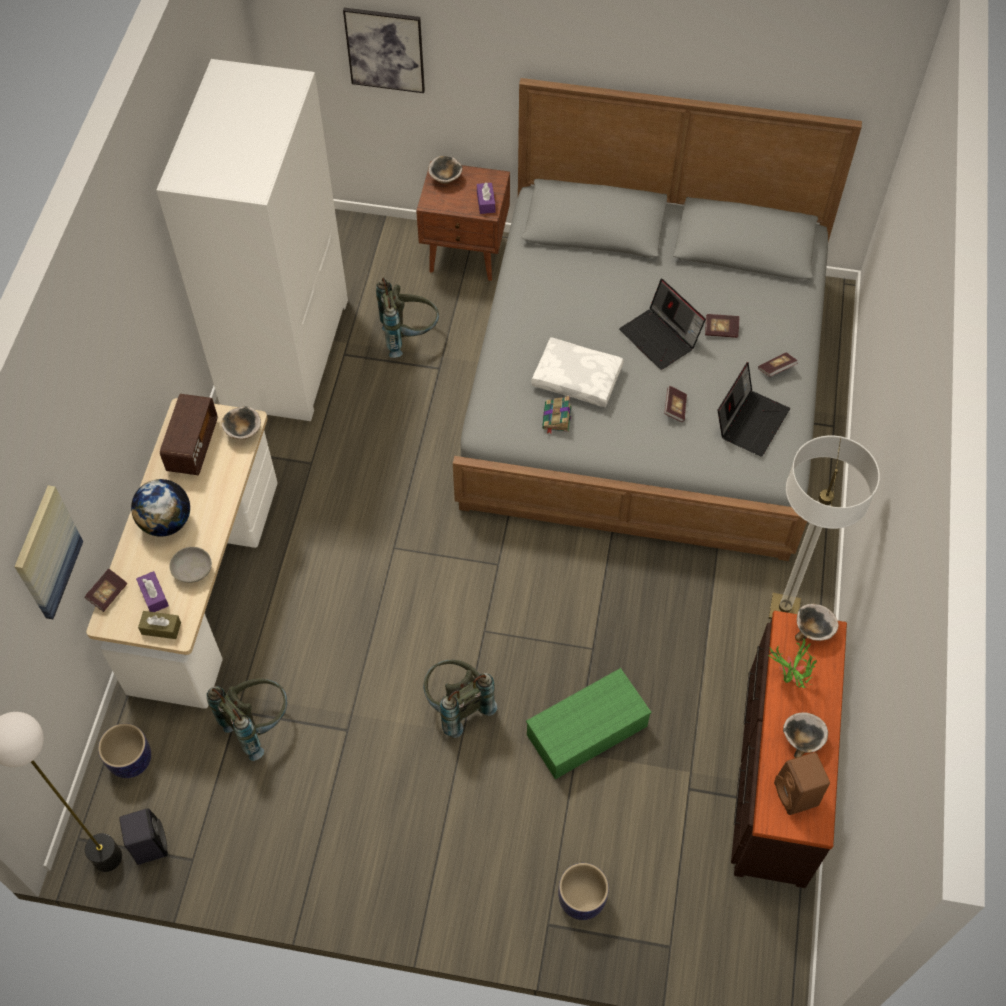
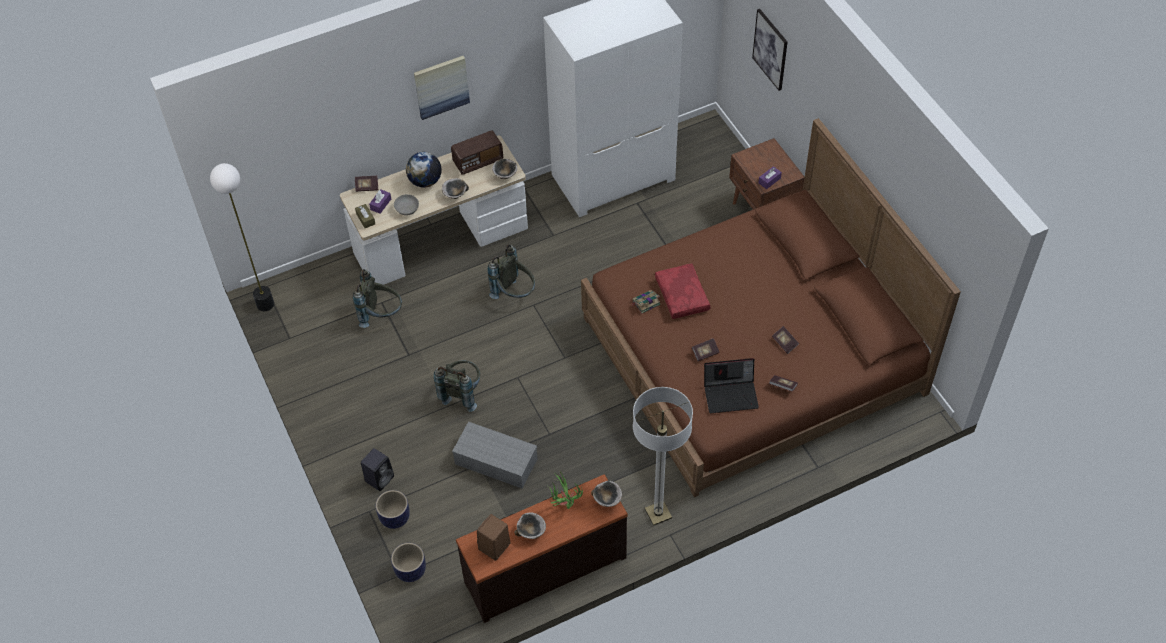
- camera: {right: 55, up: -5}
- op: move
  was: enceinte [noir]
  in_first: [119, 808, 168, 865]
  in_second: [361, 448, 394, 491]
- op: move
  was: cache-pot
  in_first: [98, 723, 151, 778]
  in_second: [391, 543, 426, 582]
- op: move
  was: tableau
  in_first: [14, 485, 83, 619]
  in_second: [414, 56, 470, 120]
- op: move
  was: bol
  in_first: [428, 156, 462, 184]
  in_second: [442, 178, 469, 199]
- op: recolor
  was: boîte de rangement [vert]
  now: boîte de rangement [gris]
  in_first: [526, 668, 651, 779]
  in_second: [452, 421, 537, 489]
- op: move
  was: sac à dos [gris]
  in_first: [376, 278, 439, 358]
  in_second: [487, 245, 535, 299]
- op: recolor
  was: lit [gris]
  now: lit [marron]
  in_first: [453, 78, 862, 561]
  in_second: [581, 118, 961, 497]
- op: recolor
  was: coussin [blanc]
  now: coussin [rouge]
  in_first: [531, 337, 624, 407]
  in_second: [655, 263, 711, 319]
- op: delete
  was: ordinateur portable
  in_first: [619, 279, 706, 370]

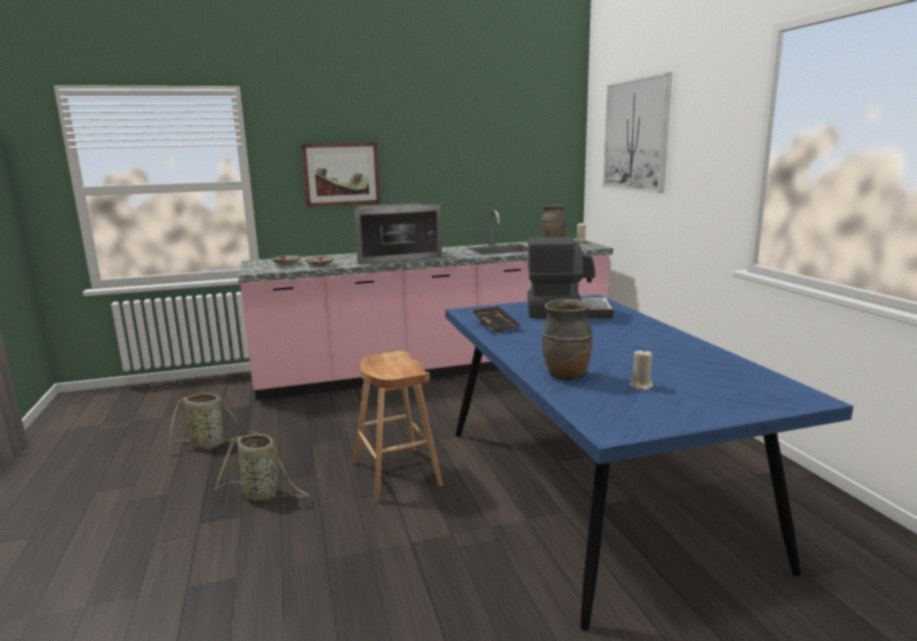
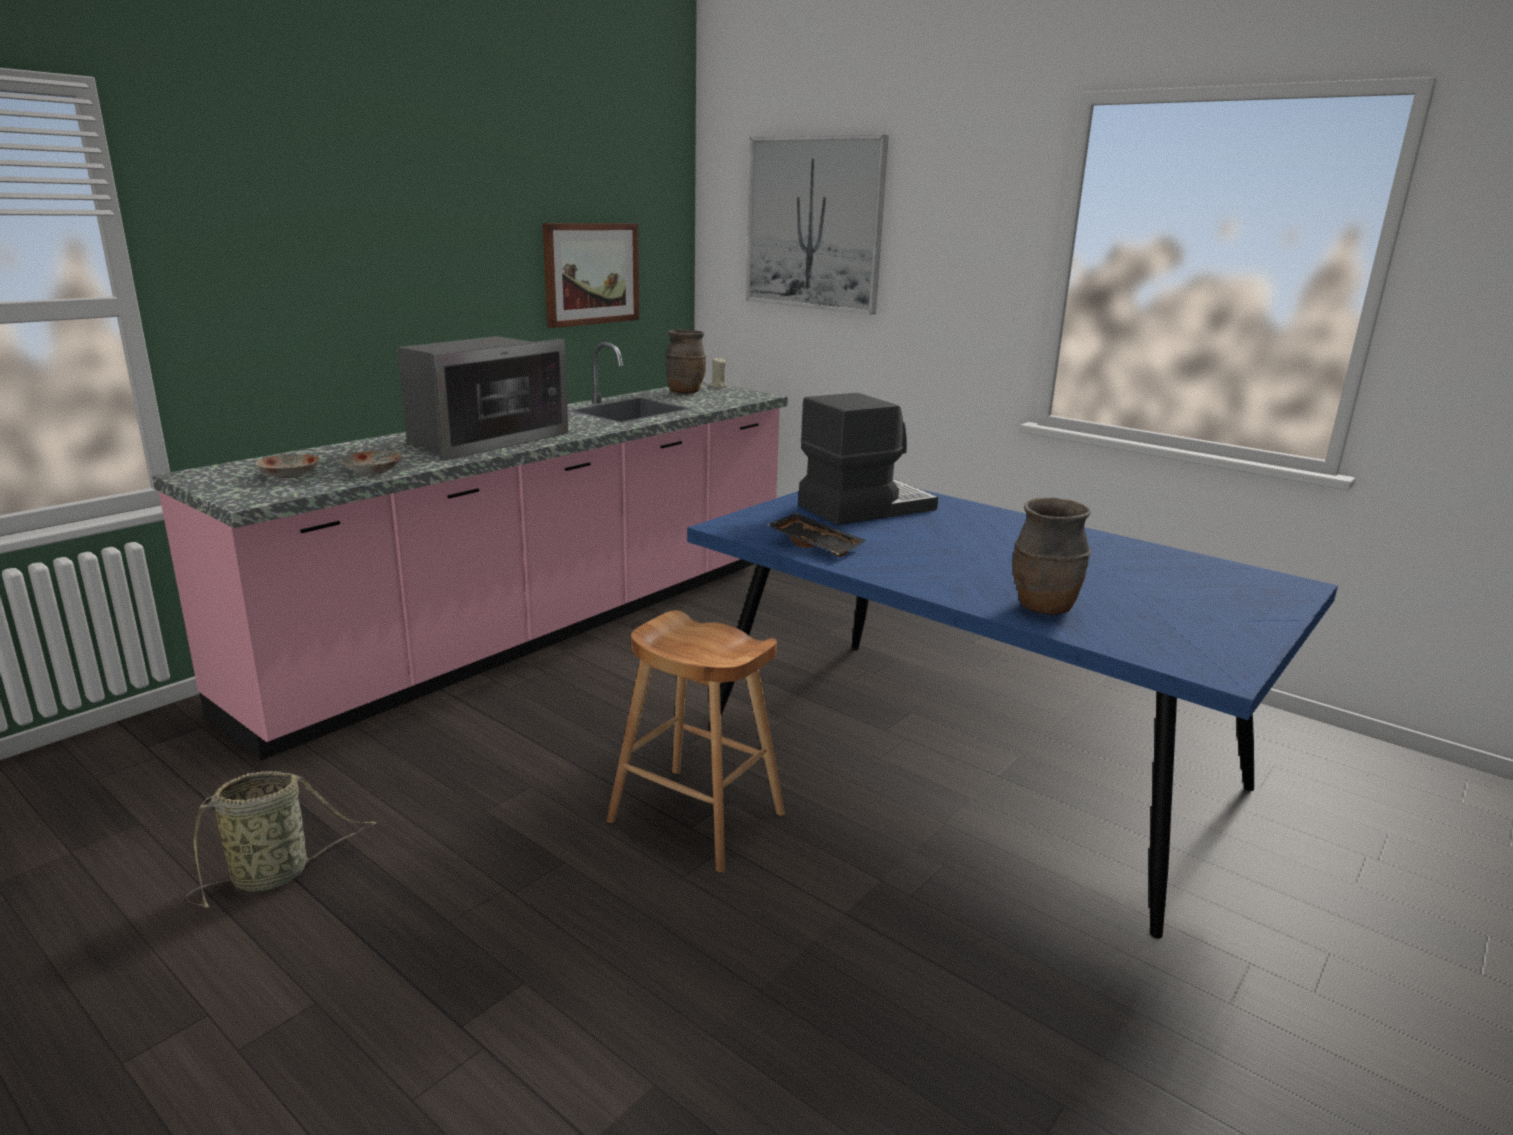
- camera: {right: -35, up: 5}
- op: move
  was: tableau
  in_first: [301, 142, 381, 207]
  in_second: [543, 223, 639, 328]
- op: delete
  was: panier
  in_first: [215, 434, 310, 501]
- op: delete
  was: bougie [beige]
  in_first: [630, 349, 653, 391]

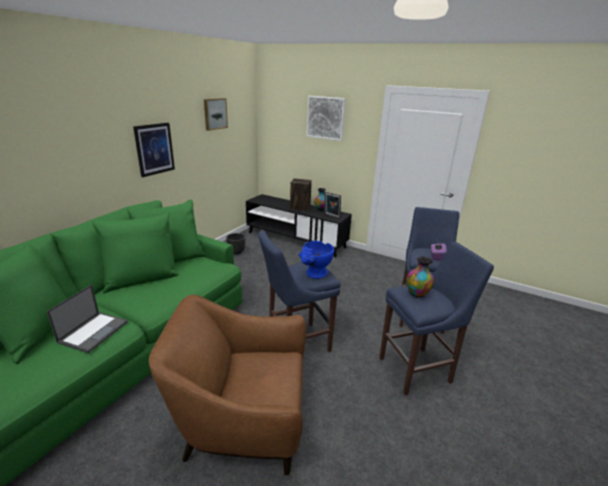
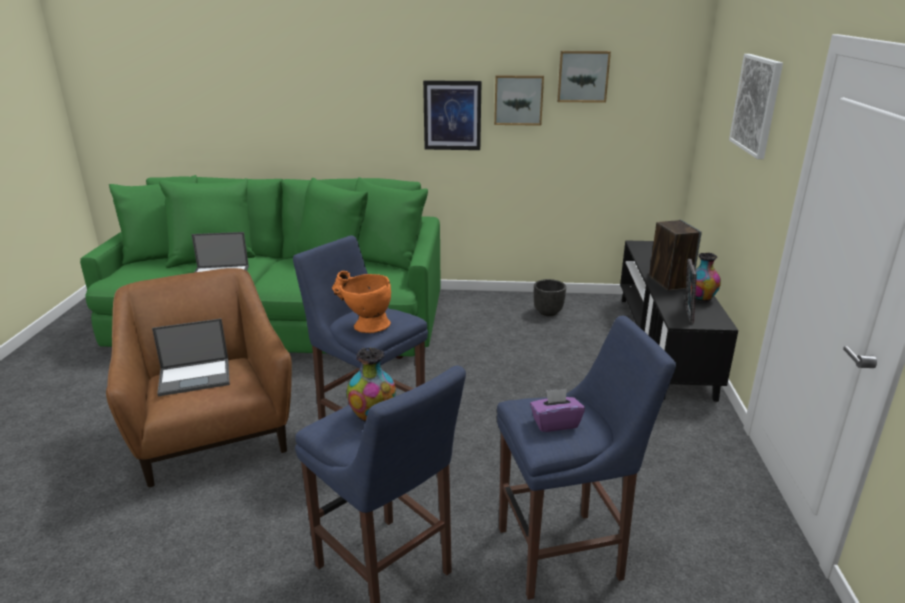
- camera: {right: 65, up: 0}
- op: insert
  now: ordinateur portable
  in_second: [152, 318, 230, 397]
- op: recolor
  was: vase [bleu]
  now: vase [orange]
  in_first: [298, 241, 334, 279]
  in_second: [332, 271, 391, 333]
- op: insert
  now: tableau
  in_second: [494, 75, 544, 126]

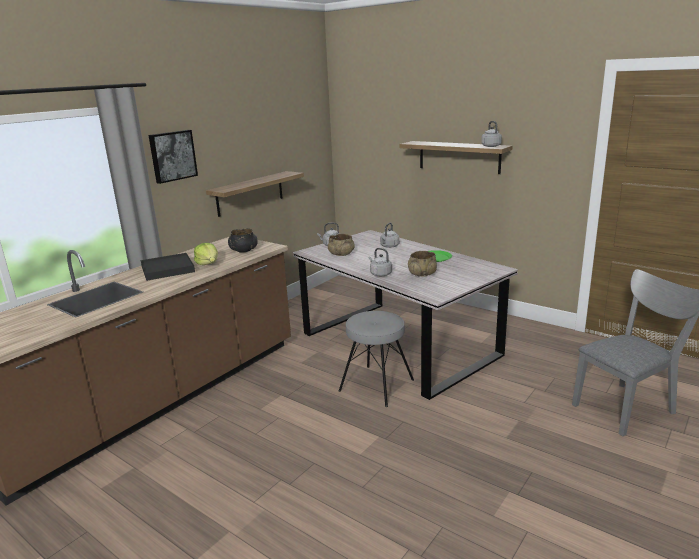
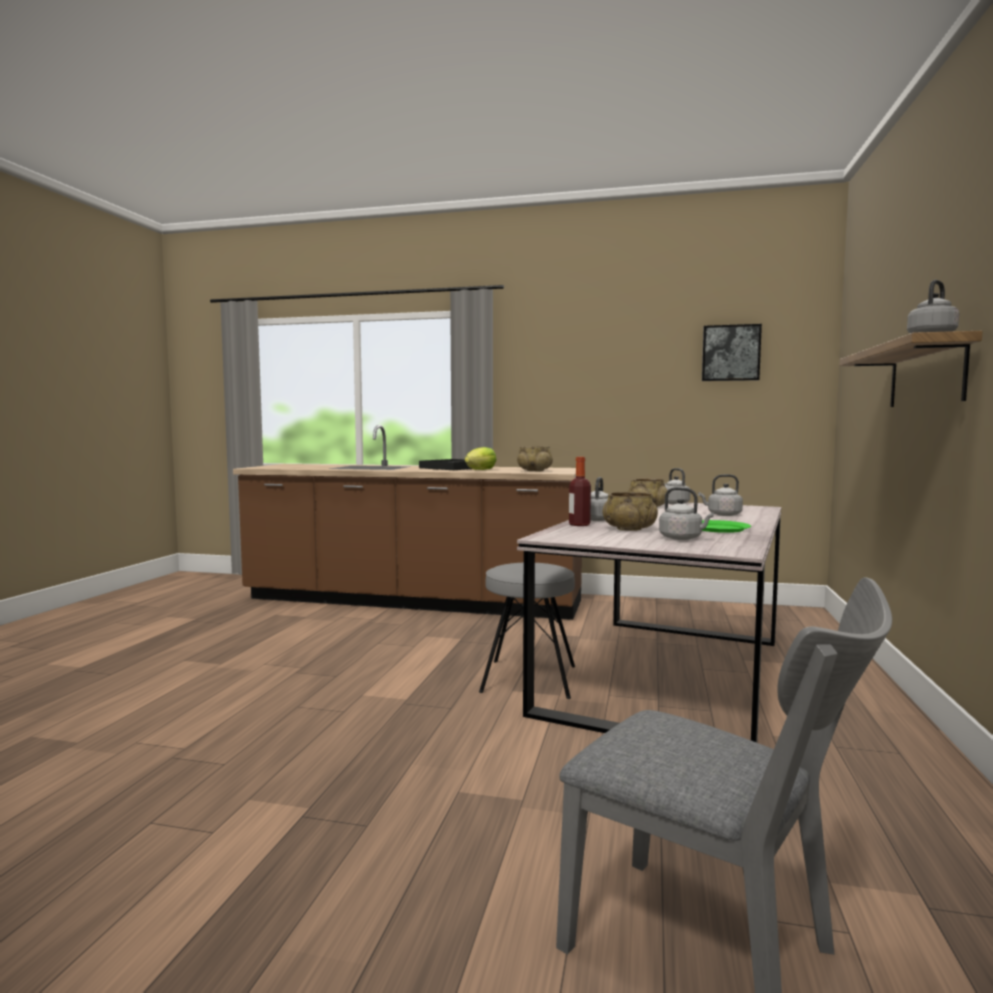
- camera: {right: 65, up: -15}
- op: recolor
  was: bol [noir]
  now: bol [beige]
  in_first: [228, 228, 258, 253]
  in_second: [517, 446, 553, 471]
- op: insert
  now: bouteille
  in_second: [569, 457, 591, 526]
- op: insert
  now: bouilloire [gris]
  in_second: [659, 487, 714, 540]
- op: move
  was: tableau
  in_first: [149, 130, 198, 184]
  in_second: [702, 324, 762, 381]
- op: delete
  was: étagère
  in_first: [206, 171, 304, 217]

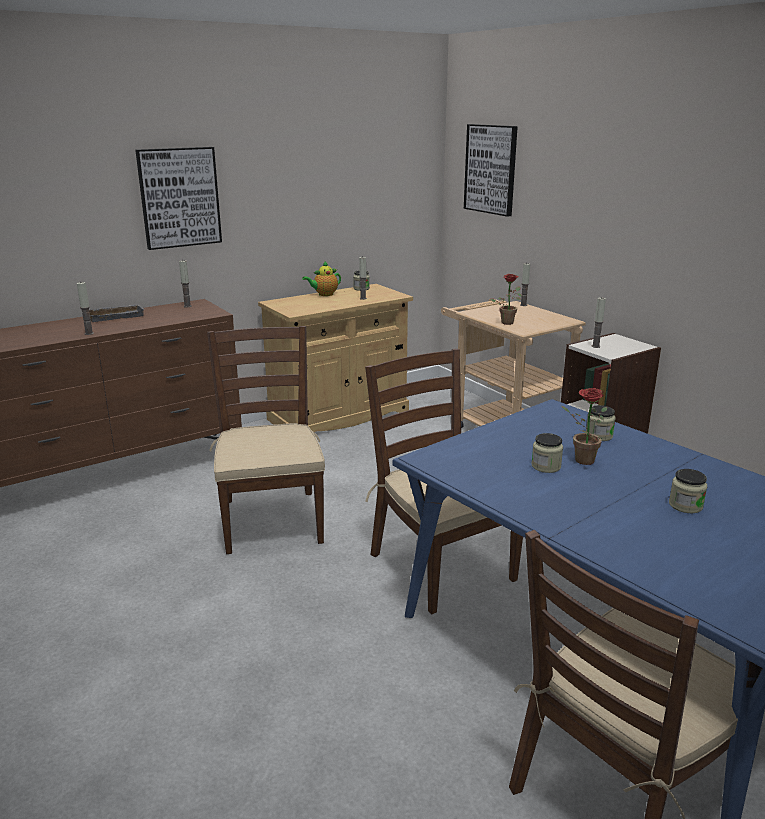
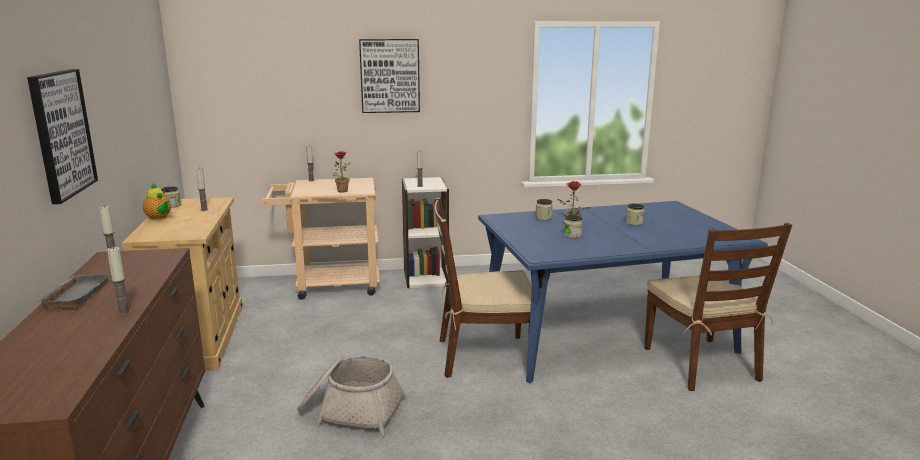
- camera: {right: -65, up: -5}
- op: rotate
  was: théière
  in_first: [302, 261, 341, 296]
  in_second: [143, 183, 171, 220]
  clockwise: -45
- op: replace
  was: chaise [marron]
  now: panier
  in_first: [207, 326, 325, 554]
  in_second: [297, 355, 407, 437]
- op: move
  was: tableau
  in_first: [464, 124, 518, 217]
  in_second: [359, 39, 420, 113]

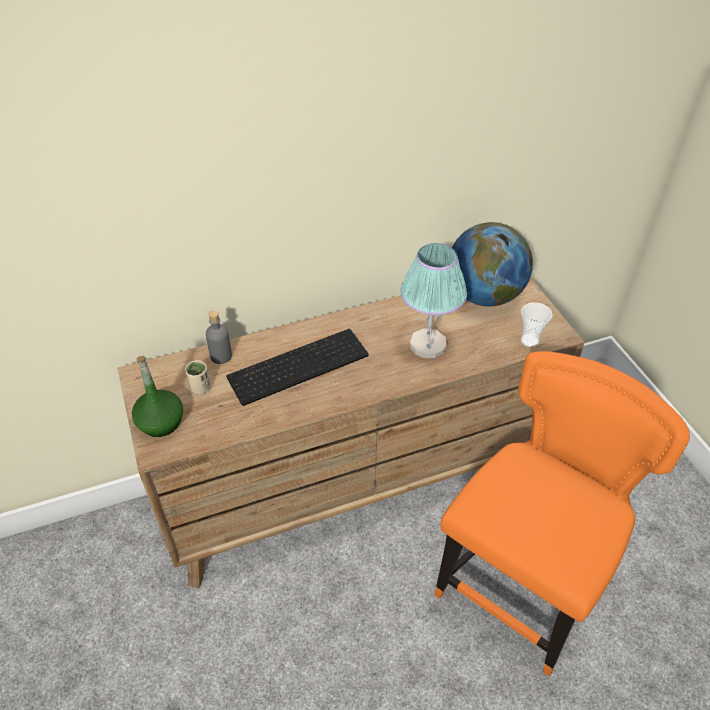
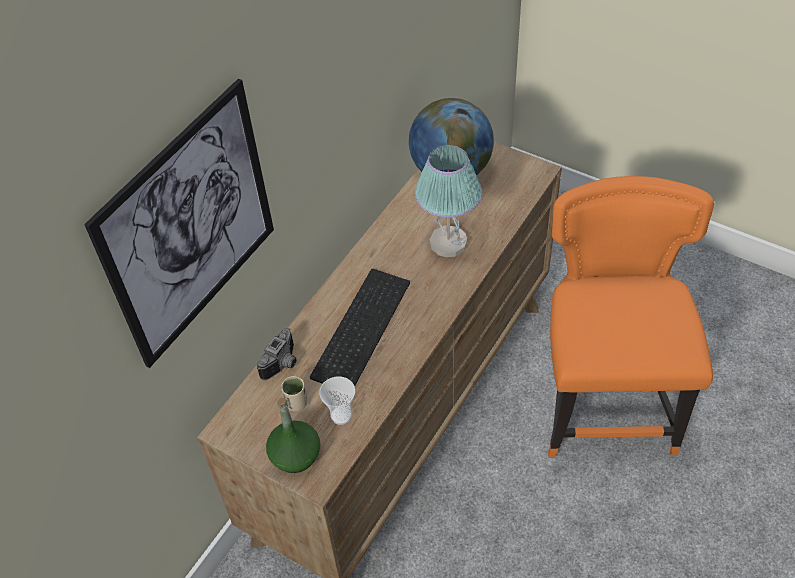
- camera: {right: -35, up: 5}
- op: insert
  now: tableau
  in_second: [84, 78, 274, 368]
- op: replace
  was: bouteille [gris]
  now: appareil photo
  in_first: [206, 311, 232, 364]
  in_second: [257, 328, 297, 380]
- op: move
  was: tasse
  in_first: [521, 302, 552, 347]
  in_second: [319, 377, 355, 425]

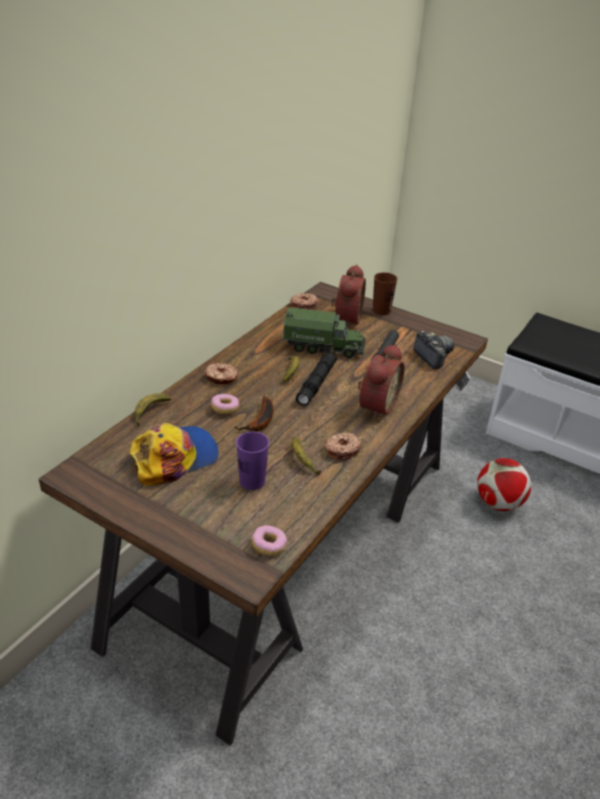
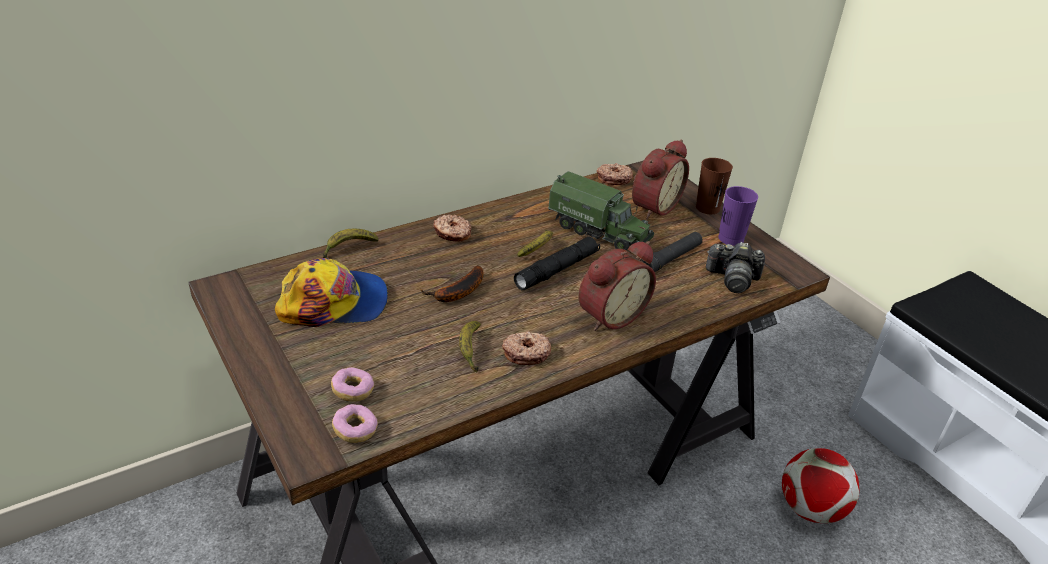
- camera: {right: 25, up: 0}
- op: move
  was: beignet
  in_first: [211, 394, 239, 414]
  in_second: [331, 367, 374, 402]
- op: rotate
  was: appareil photo
  in_first: [413, 331, 454, 369]
  in_second: [706, 242, 765, 293]
  clockwise: 105
- op: move
  was: tasse [violet]
  in_first: [236, 431, 269, 490]
  in_second: [718, 186, 758, 246]

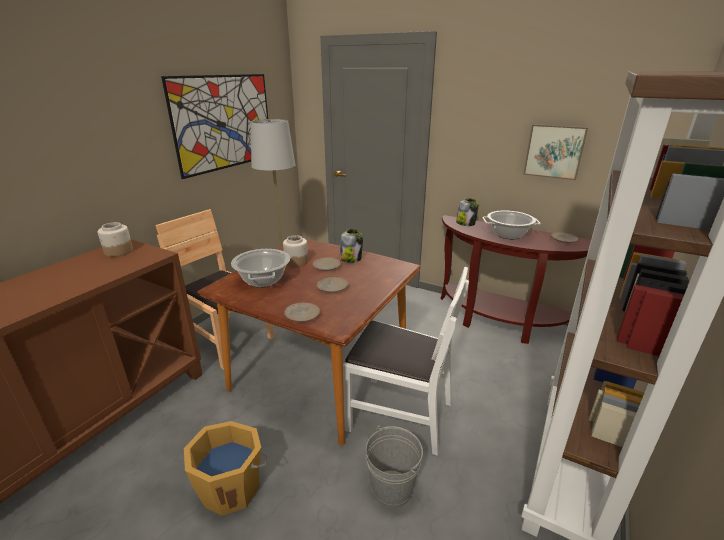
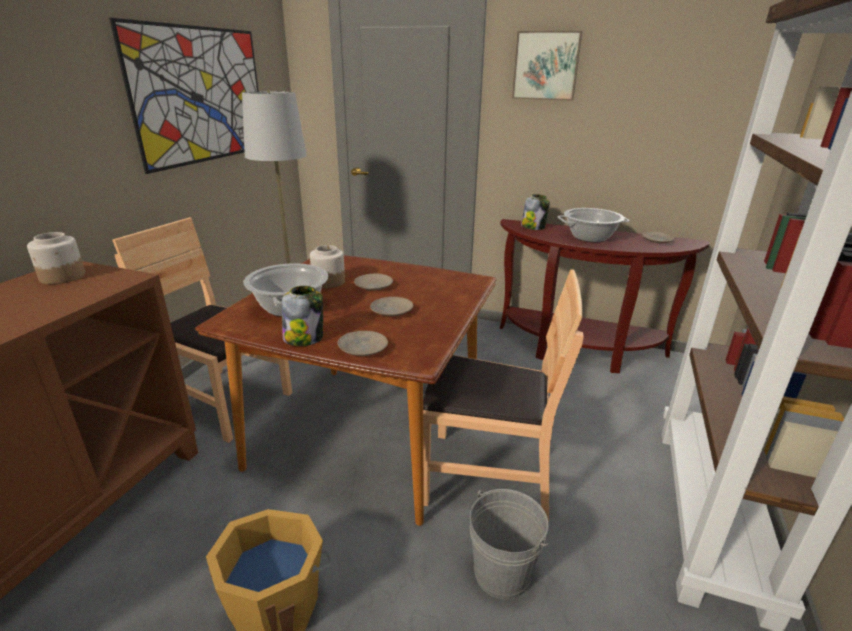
- camera: {right: -10, up: 0}
- op: move
  was: bocal
  in_first: [339, 229, 363, 263]
  in_second: [282, 286, 323, 346]
- op: recolor
  was: chaise [blanc]
  now: chaise [marron]
  in_first: [343, 267, 469, 456]
  in_second: [423, 269, 584, 522]
- op: move
  was: tableau
  in_first: [523, 124, 588, 180]
  in_second: [512, 31, 582, 101]

